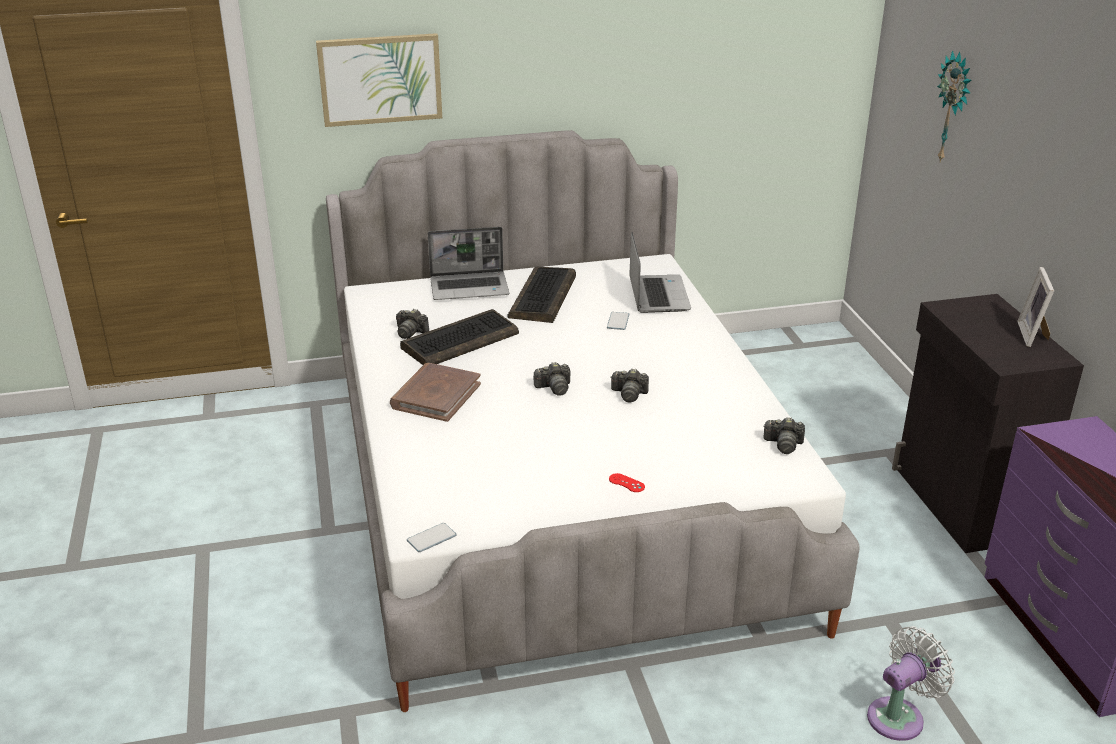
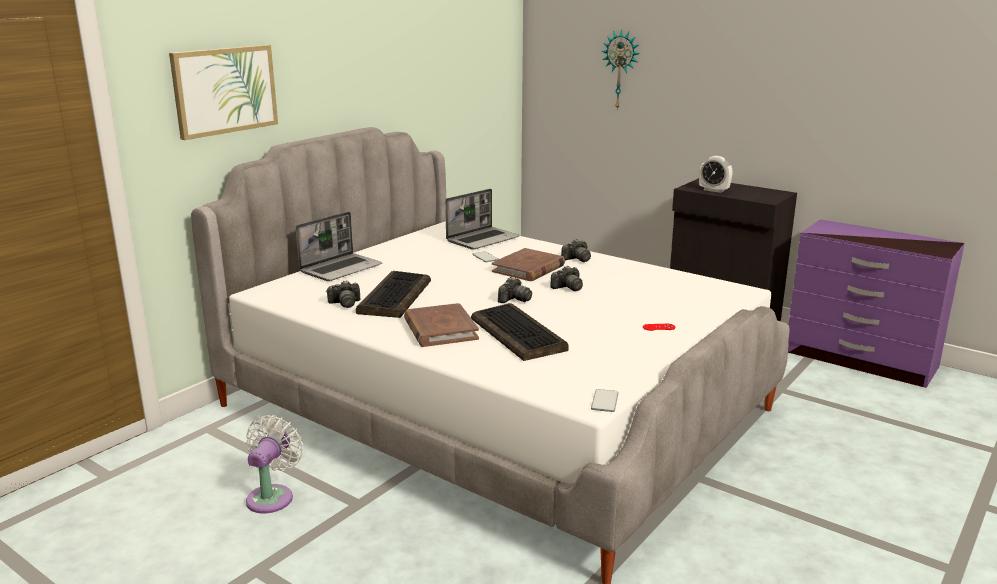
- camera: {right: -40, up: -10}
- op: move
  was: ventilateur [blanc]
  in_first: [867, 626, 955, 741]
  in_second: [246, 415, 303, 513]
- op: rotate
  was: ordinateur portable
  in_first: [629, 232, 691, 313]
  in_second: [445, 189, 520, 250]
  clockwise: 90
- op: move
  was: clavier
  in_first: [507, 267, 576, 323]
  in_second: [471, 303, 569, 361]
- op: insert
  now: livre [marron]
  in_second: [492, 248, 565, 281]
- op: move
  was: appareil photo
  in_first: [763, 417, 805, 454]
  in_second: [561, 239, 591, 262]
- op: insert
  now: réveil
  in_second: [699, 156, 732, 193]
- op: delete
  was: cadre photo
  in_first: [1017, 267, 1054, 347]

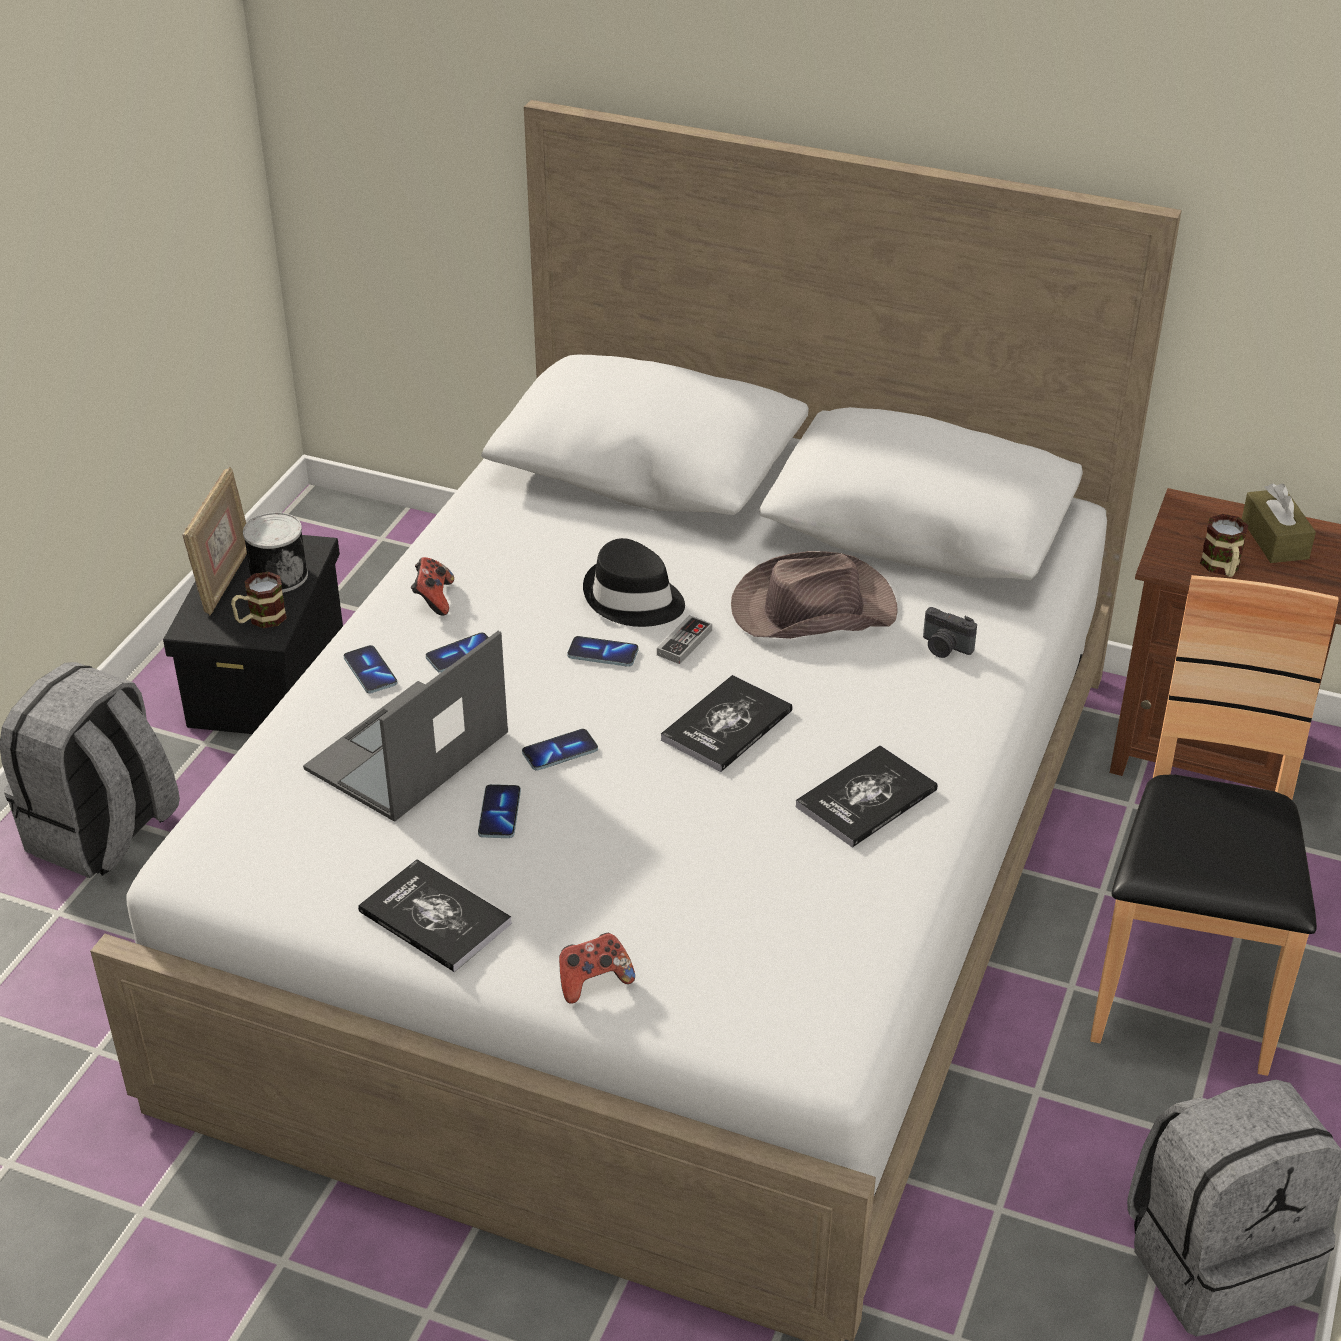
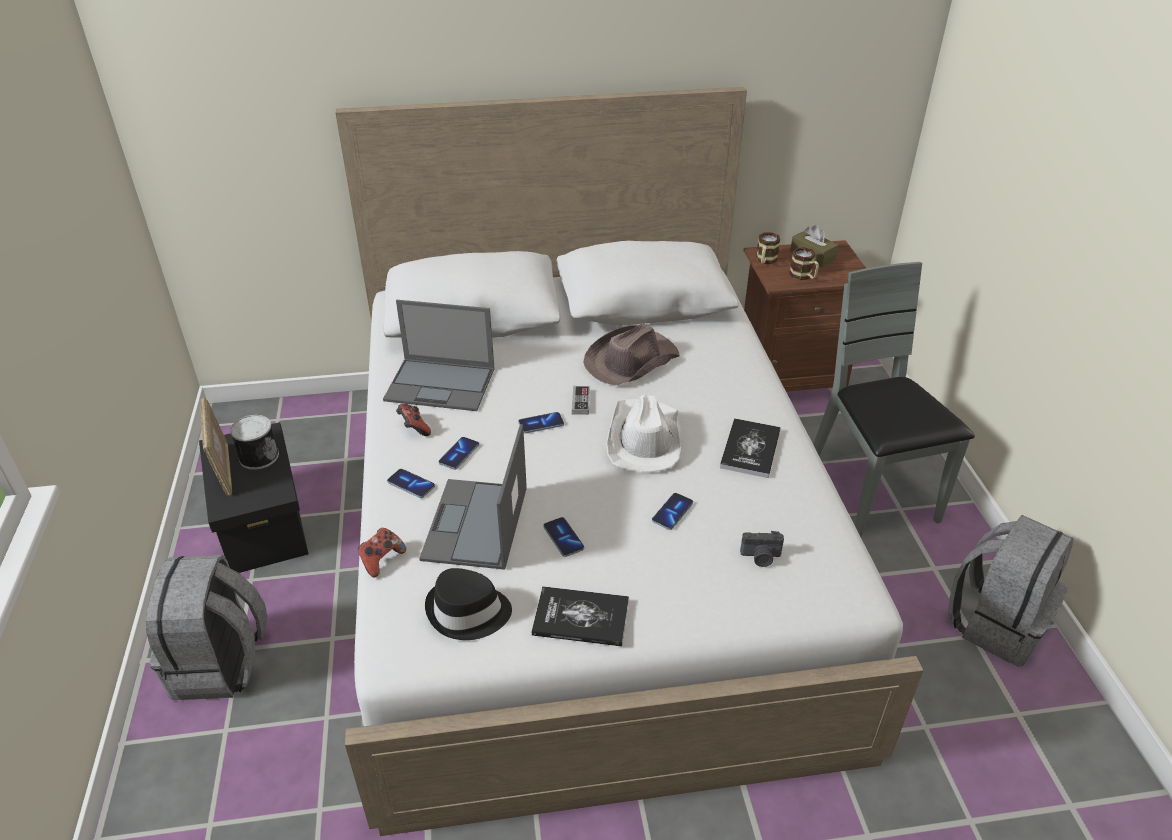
- camera: {right: -30, up: 0}
- op: move
  was: manette
  in_first: [559, 933, 635, 1004]
  in_second: [358, 528, 406, 578]
- op: insert
  now: ordinateur portable
  in_second: [383, 300, 495, 411]
- op: move
  was: chapeau [noir]
  in_first: [583, 538, 685, 627]
  in_second: [425, 568, 512, 640]
- op: replace
  was: livre
  now: chapeau [blanc]
  in_first: [661, 675, 793, 772]
  in_second: [606, 394, 681, 472]
- op: move
  was: téléphone
  in_first: [522, 729, 598, 771]
  in_second: [652, 493, 693, 530]
- op: move
  was: appareil photo
  in_first: [923, 607, 977, 658]
  in_second: [740, 531, 784, 567]
- op: move
  was: mug
  in_first: [231, 572, 287, 628]
  in_second: [756, 232, 780, 264]
- op: recolor
  was: chaise [marron]
  now: chaise [gris]
  in_first: [1090, 575, 1339, 1076]
  in_second: [813, 262, 975, 537]

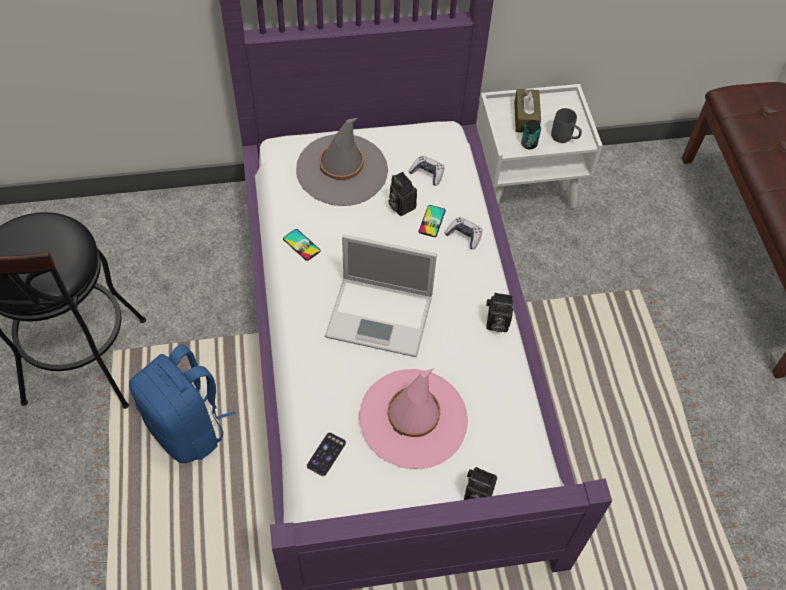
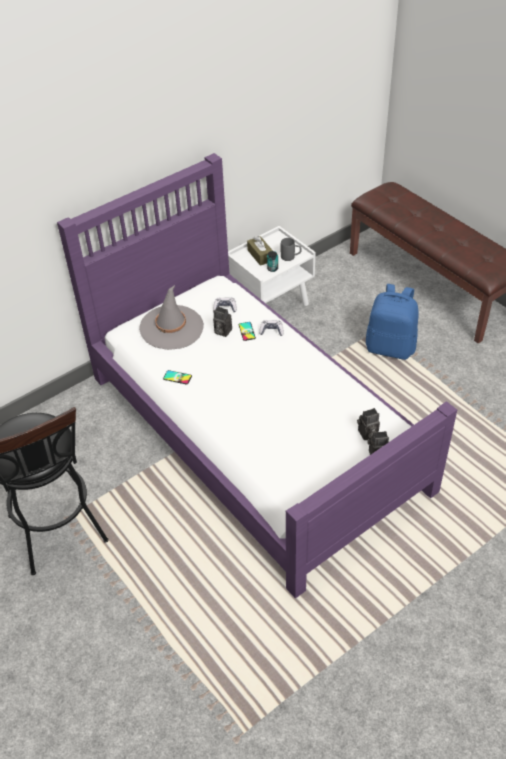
- camera: {right: -25, up: -10}
- op: move
  was: appareil photo
  in_first: [486, 293, 513, 332]
  in_second: [357, 408, 380, 440]
- op: move
  was: sac à dos [bleu]
  in_first: [129, 344, 236, 463]
  in_second: [366, 284, 419, 360]
- op: delete
  was: téléphone
  in_first: [307, 432, 346, 476]
- op: delete
  was: ordinateur portable
  in_first: [325, 234, 437, 357]
- op: delete
  was: chapeau [rose]
  in_first: [359, 368, 468, 469]

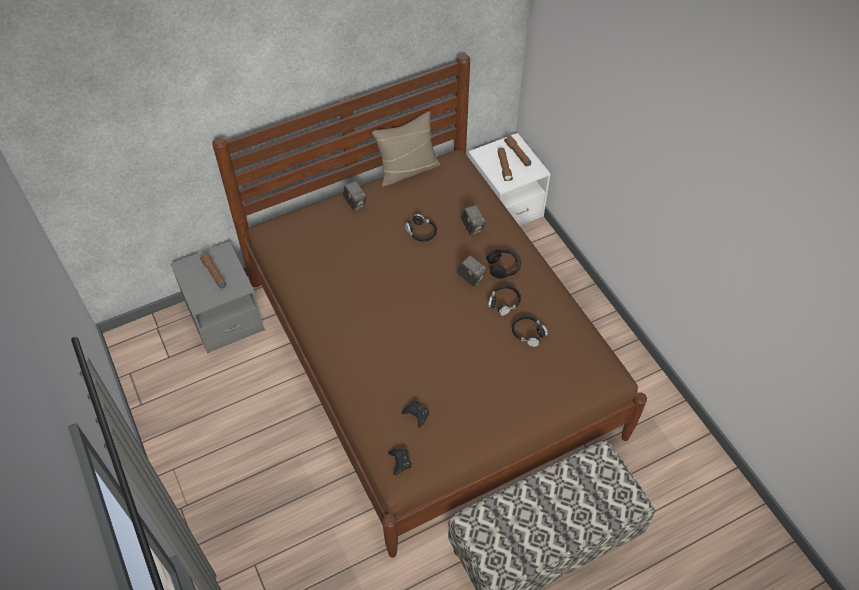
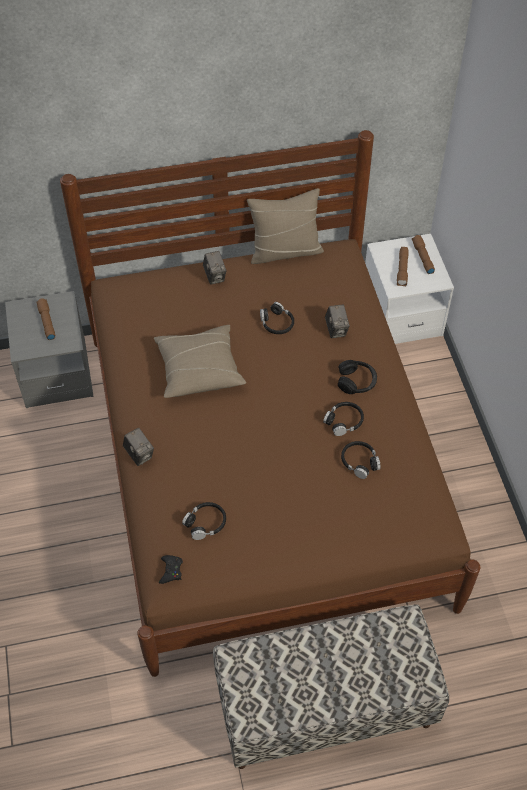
- camera: {right: 15, up: 0}
- op: move
  was: appareil photo
  in_first: [457, 255, 487, 287]
  in_second: [123, 428, 154, 466]
- op: insert
  now: coussin [beige]
  in_second: [154, 325, 246, 398]
- op: replace
  was: manette [noir]
  now: casque audio [noir]
  in_first: [402, 401, 429, 428]
  in_second: [182, 502, 226, 540]

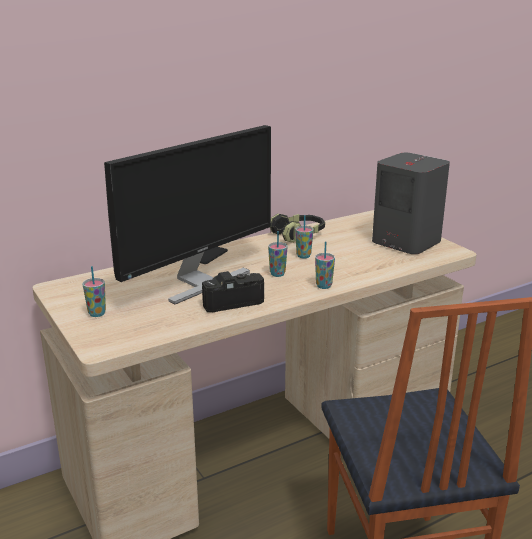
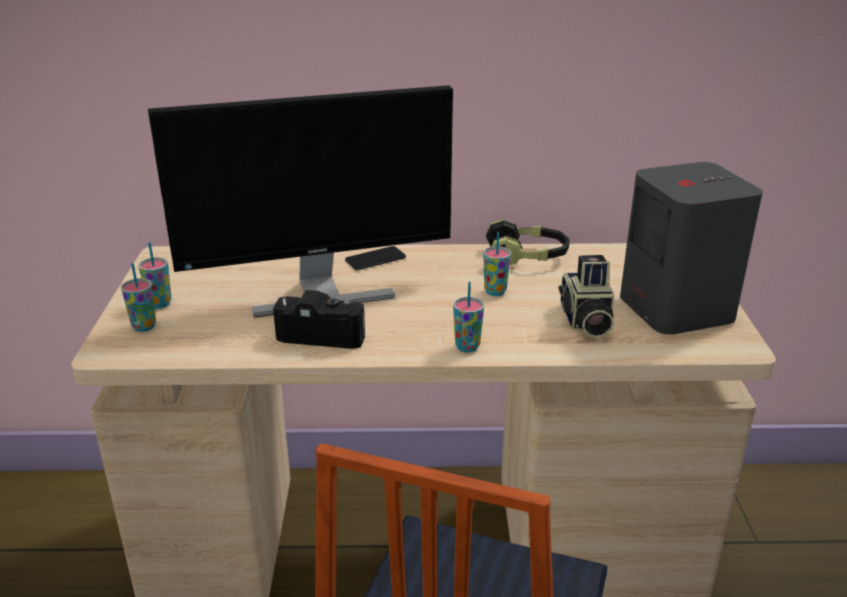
- camera: {right: 30, up: 5}
- op: move
  was: tasse
  in_first: [268, 231, 287, 277]
  in_second: [121, 263, 156, 332]
- op: insert
  now: appareil photo
  in_second: [558, 255, 614, 338]

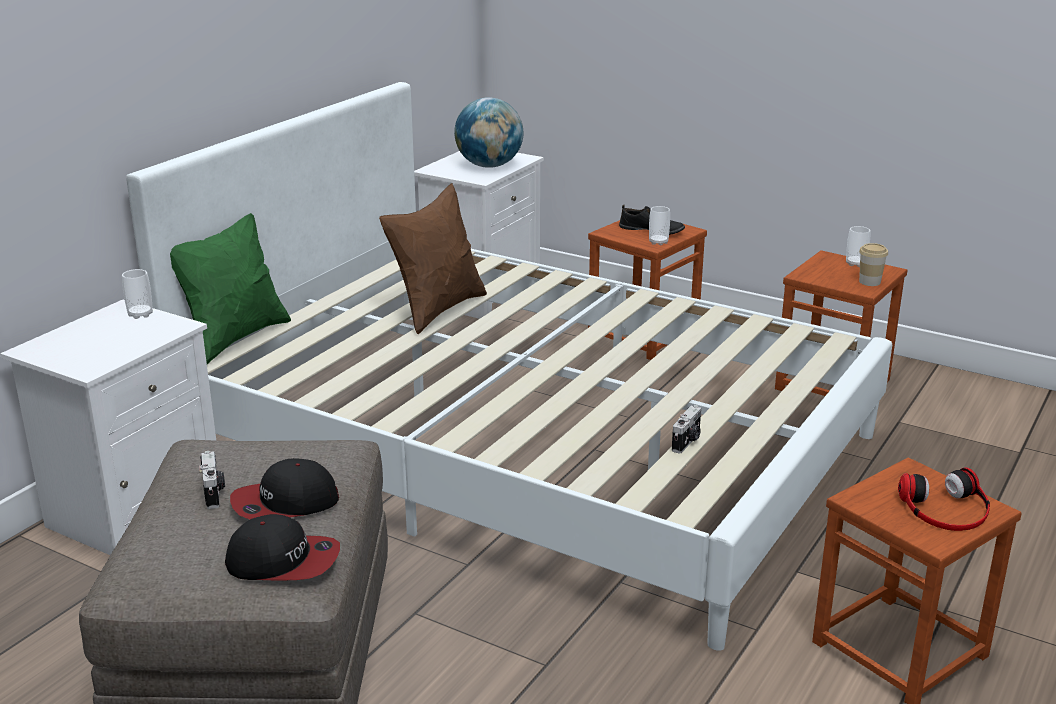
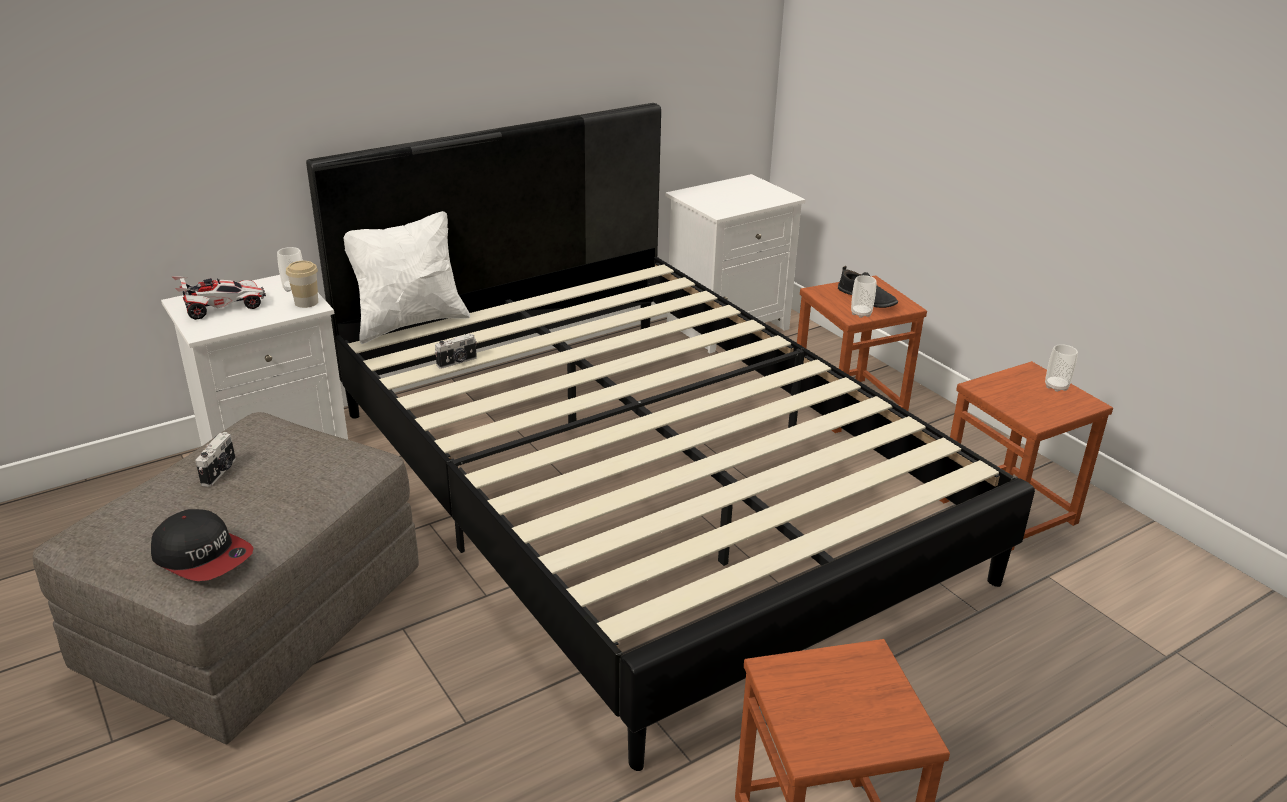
- camera: {right: 25, up: 5}
- op: insert
  now: petite voiture
  in_second: [171, 276, 266, 320]
- op: move
  was: tasse
  in_first: [859, 243, 888, 286]
  in_second: [286, 261, 318, 308]
- op: recolor
  was: lit [blanc]
  now: lit [noir]
  in_first: [126, 82, 892, 651]
  in_second: [306, 103, 1035, 771]
- op: recolor
  was: coussin [vert]
  now: coussin [blanc]
  in_first: [170, 213, 291, 364]
  in_second: [343, 211, 470, 344]
- op: move
  was: appareil photo
  in_first: [672, 405, 702, 454]
  in_second: [435, 334, 477, 369]
- op: delete
  was: casquette
  in_first: [230, 458, 339, 519]
- op: delete
  was: coussin [marron]
  in_first: [379, 183, 487, 334]
- op: delete
  was: globe
  in_first: [454, 98, 524, 168]
- op: delete
  was: casque audio
  in_first: [898, 467, 990, 531]

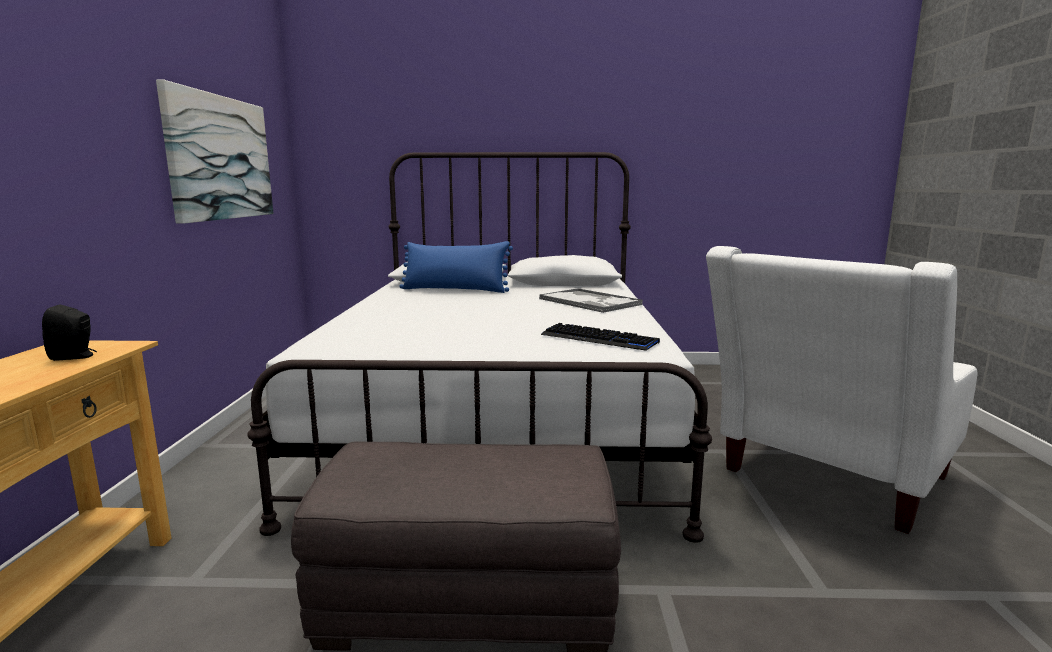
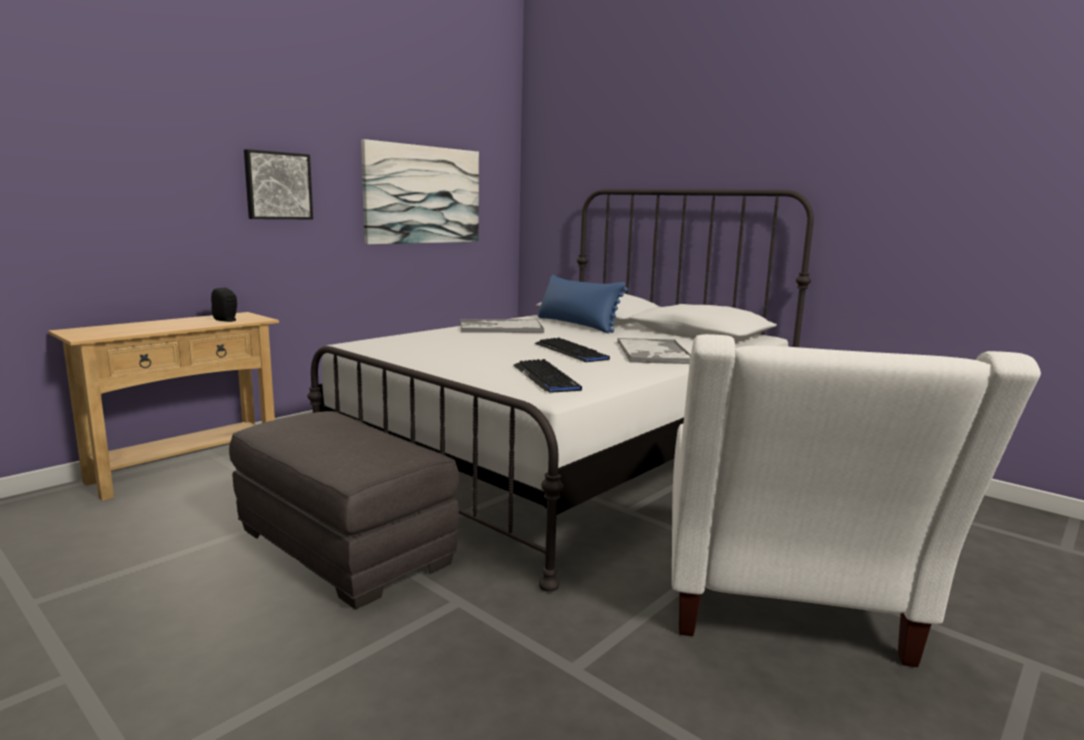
- camera: {right: 40, up: 0}
- op: insert
  now: tableau
  in_second: [244, 149, 313, 219]
- op: insert
  now: plateau
  in_second: [461, 319, 544, 333]
- op: insert
  now: clavier
  in_second: [534, 338, 610, 362]
- op: rotate
  was: fauteuil [blanc]
  in_first: [706, 246, 978, 534]
  in_second: [672, 334, 1041, 667]
  clockwise: -75

